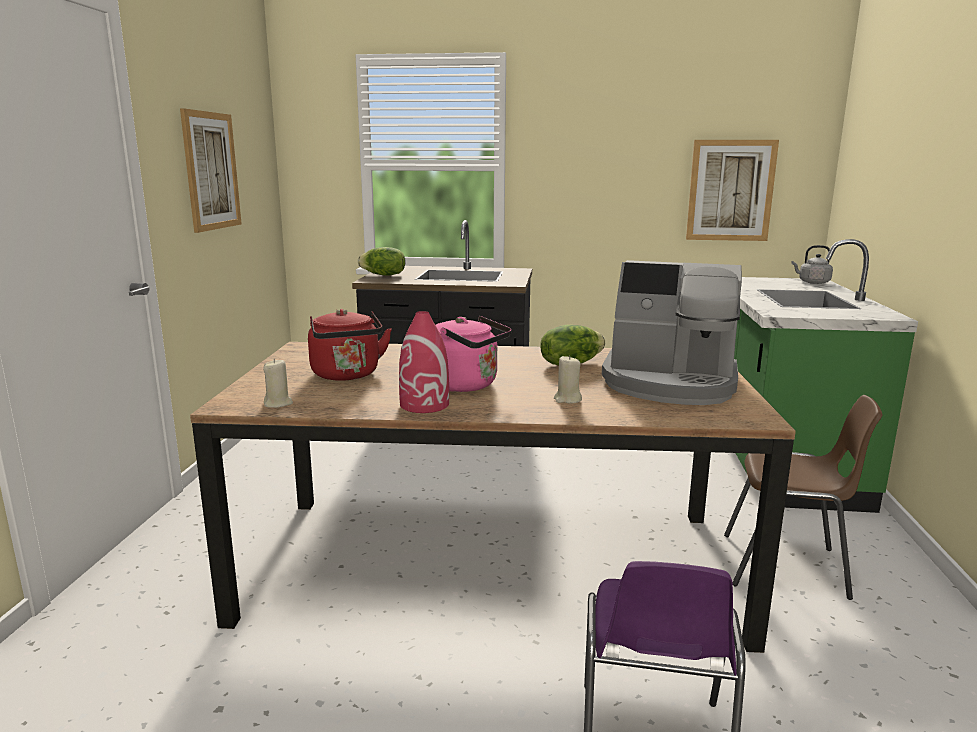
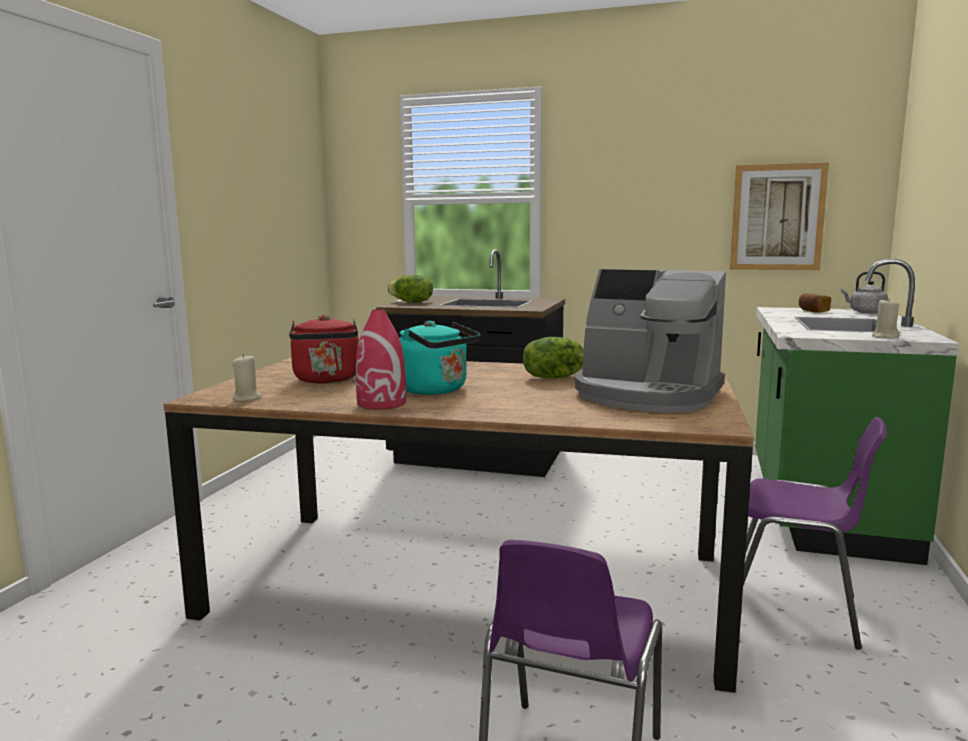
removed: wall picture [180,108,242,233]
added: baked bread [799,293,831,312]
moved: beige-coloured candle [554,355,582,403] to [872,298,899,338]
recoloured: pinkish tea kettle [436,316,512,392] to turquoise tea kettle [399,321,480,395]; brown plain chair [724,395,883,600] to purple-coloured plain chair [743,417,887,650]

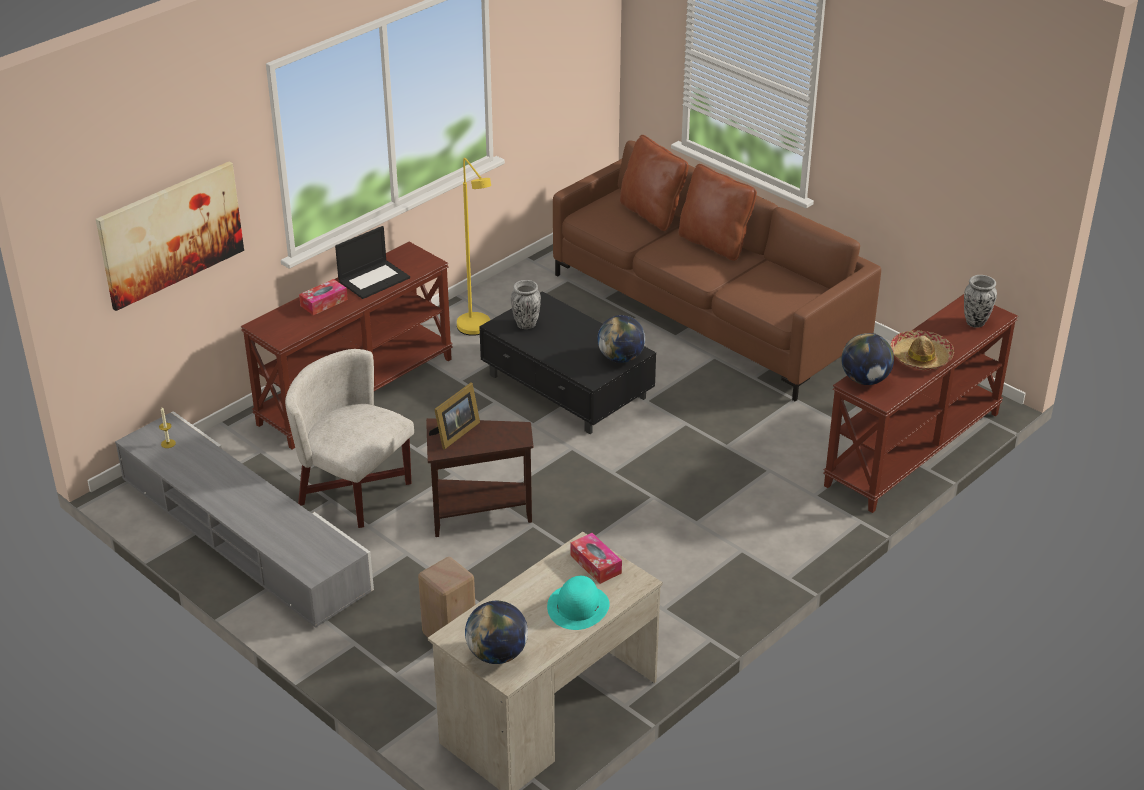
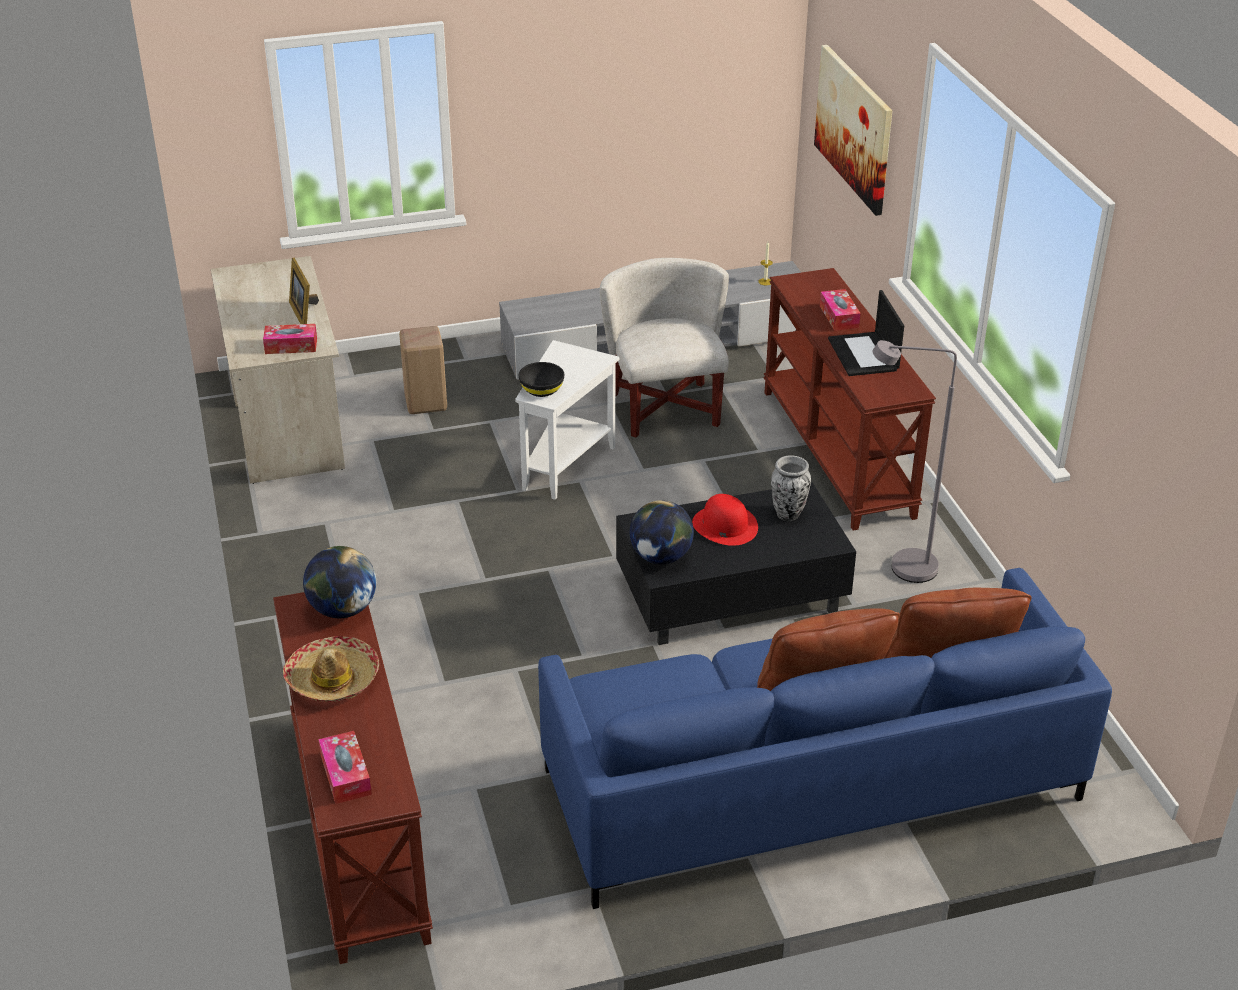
removed: turquoise clothing hat [547,576,610,630]; globe [465,601,528,664]
added: black serving bowl [519,362,564,397]; reddish clothing hat [692,494,758,546]
moved: standing frame [429,383,480,450] to [289,258,319,324]
replaced: decorative vase [964,275,997,328] to box of tissues [318,731,372,804]
recoloured: brown couch [553,140,881,401] to bluish couch [538,568,1112,909]; yellow-coloured standard lamp [457,158,491,336] to gray standard lamp [873,340,957,583]; brown side table [426,418,533,537] to white-coloured side table [515,340,619,500]
turned: white-coloured armchair [285,349,414,528] = [600,258,729,438] 75 degrees counterclockwise

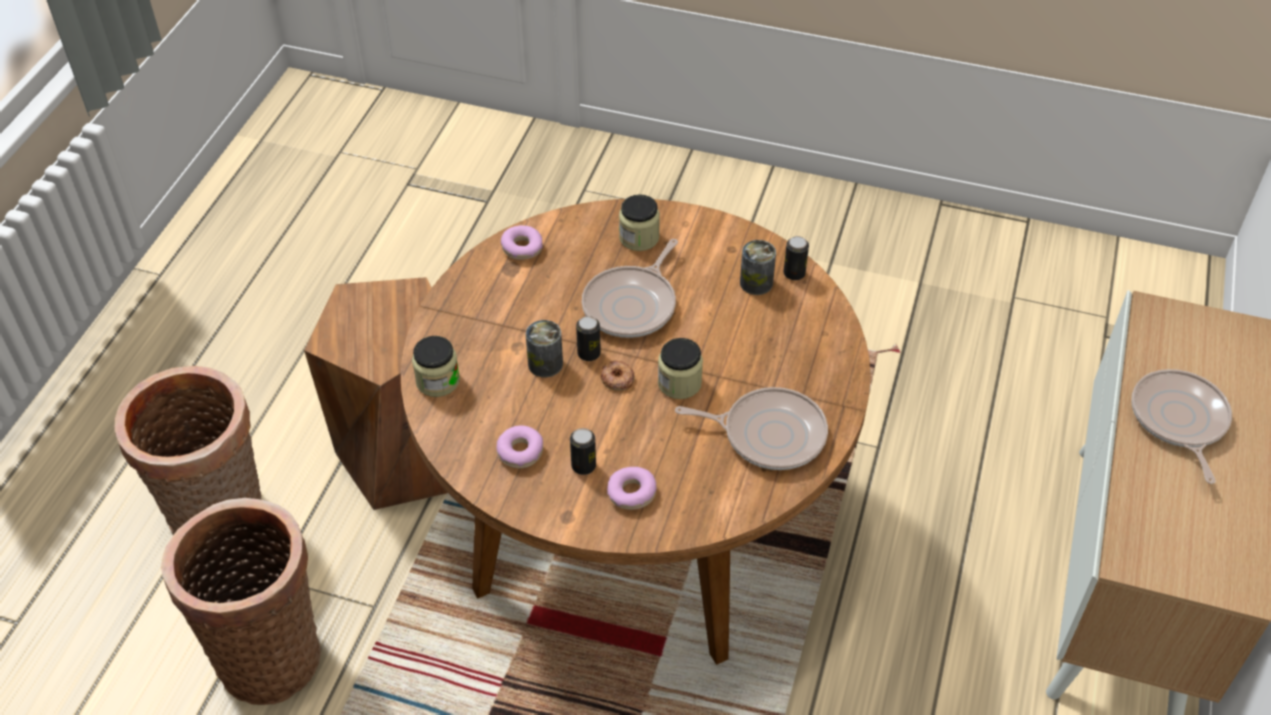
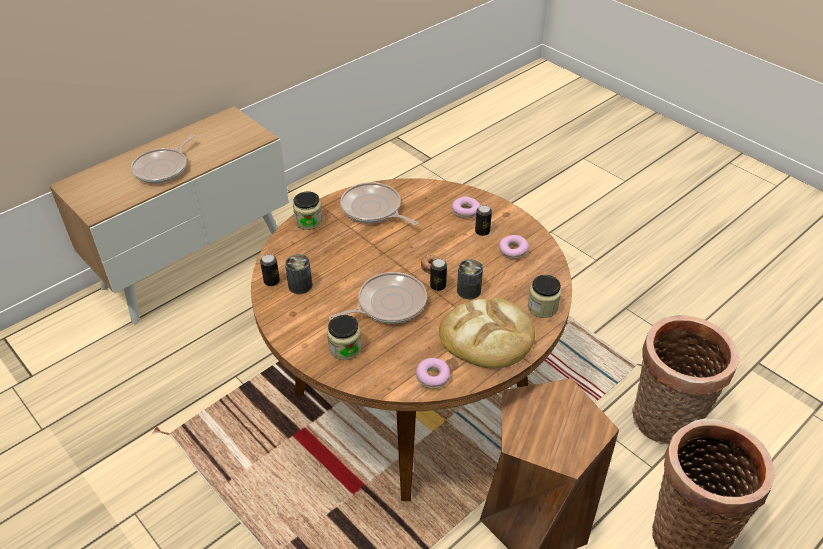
added: baked bread [439,298,535,369]
moved: jar [658,338,703,399] to [293,192,323,230]

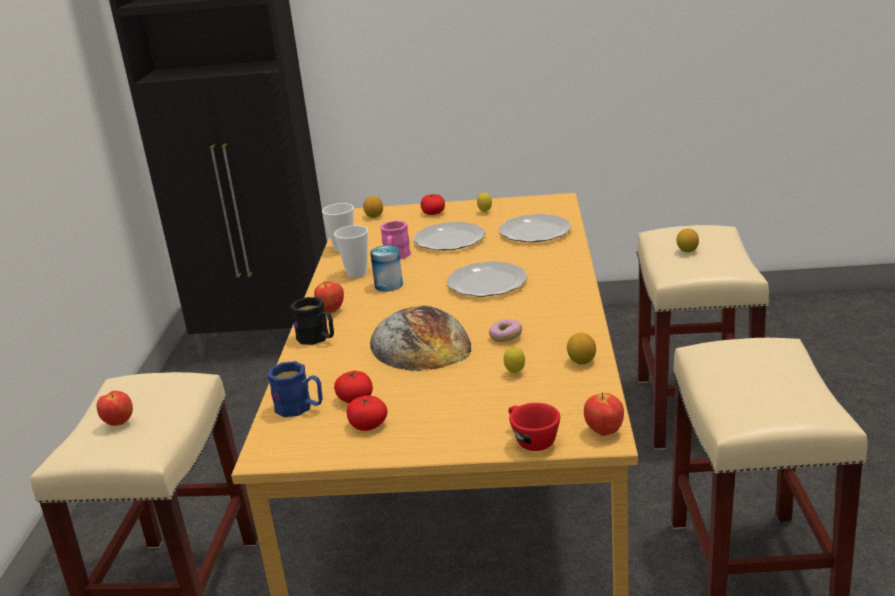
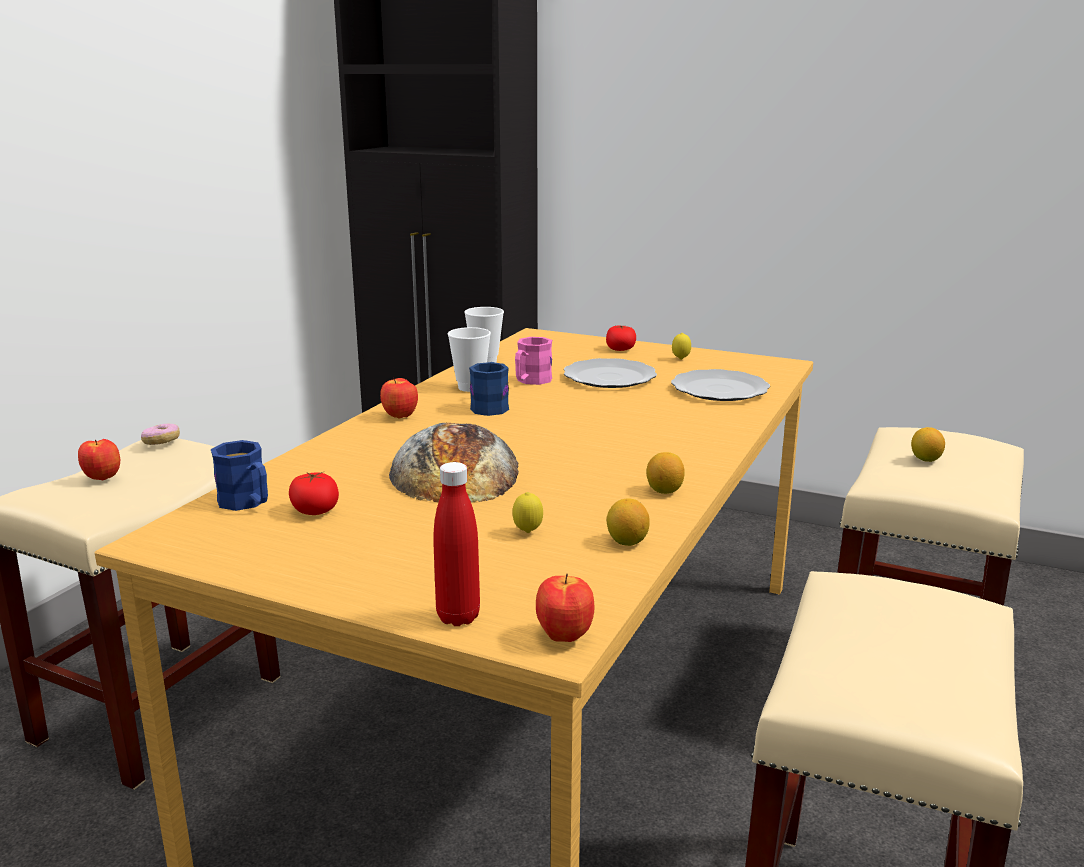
removed: plate [447,262,528,297]; black tea mug [290,297,334,345]; whole tomato [346,395,388,431]
moved: whole lemon [363,196,383,218] to [647,452,685,494]; donut [489,319,522,342] to [141,424,180,445]
replaced: can [370,245,403,292] to bluish tea mug [469,362,509,416]; reddish small cup [508,403,560,451] to reddish beverage bottle [433,462,480,626]

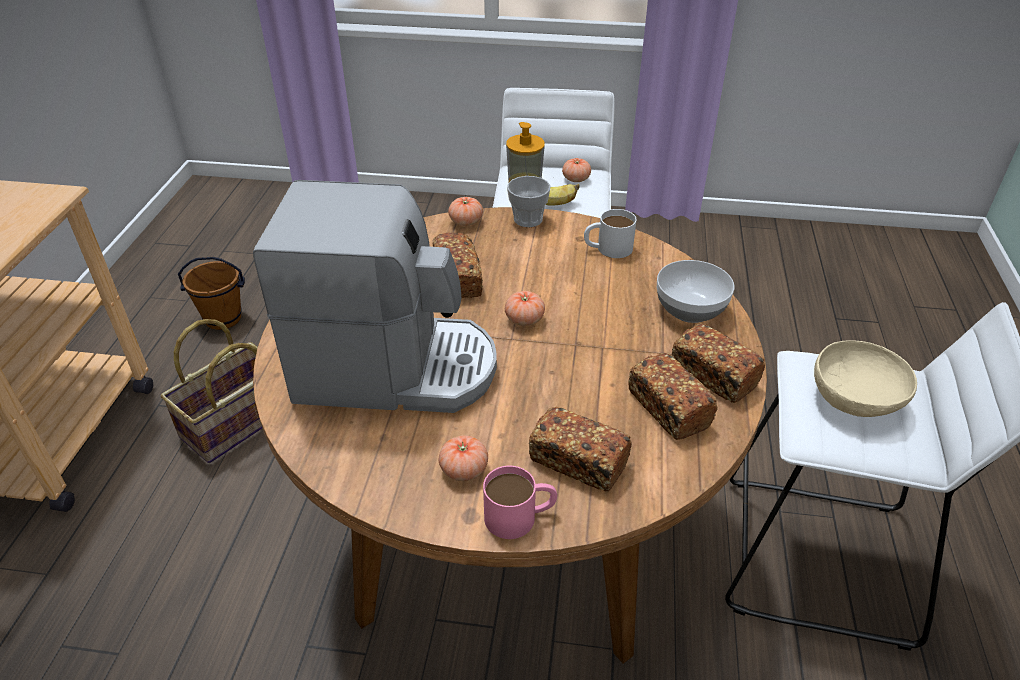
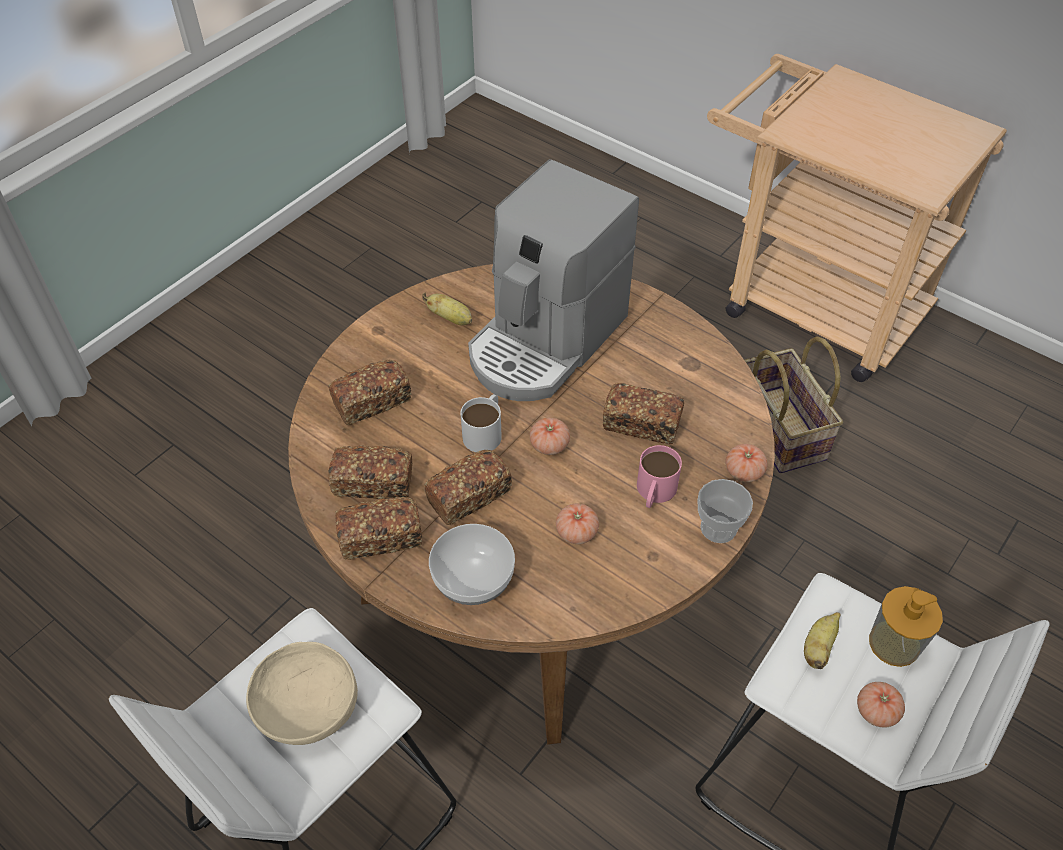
removed: brown pail [178,257,245,330]
added: whole banana [422,293,472,325]; baked bread [424,450,512,525]
moved: white-coloured tea mug [584,209,637,258] to [460,394,502,452]; whole tomato [439,435,488,481] to [556,503,599,544]; pinkish tea mug [483,466,557,539] to [637,445,682,508]

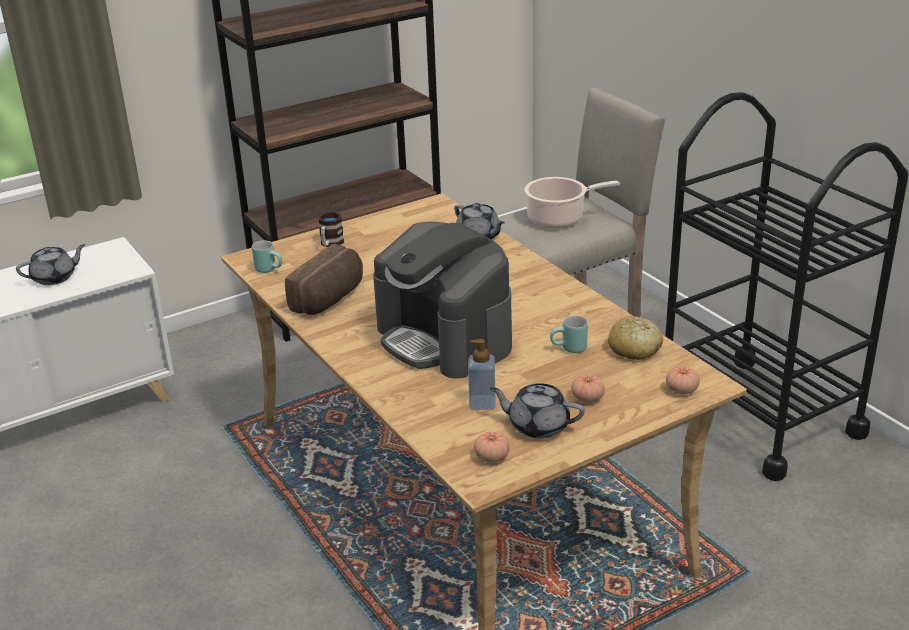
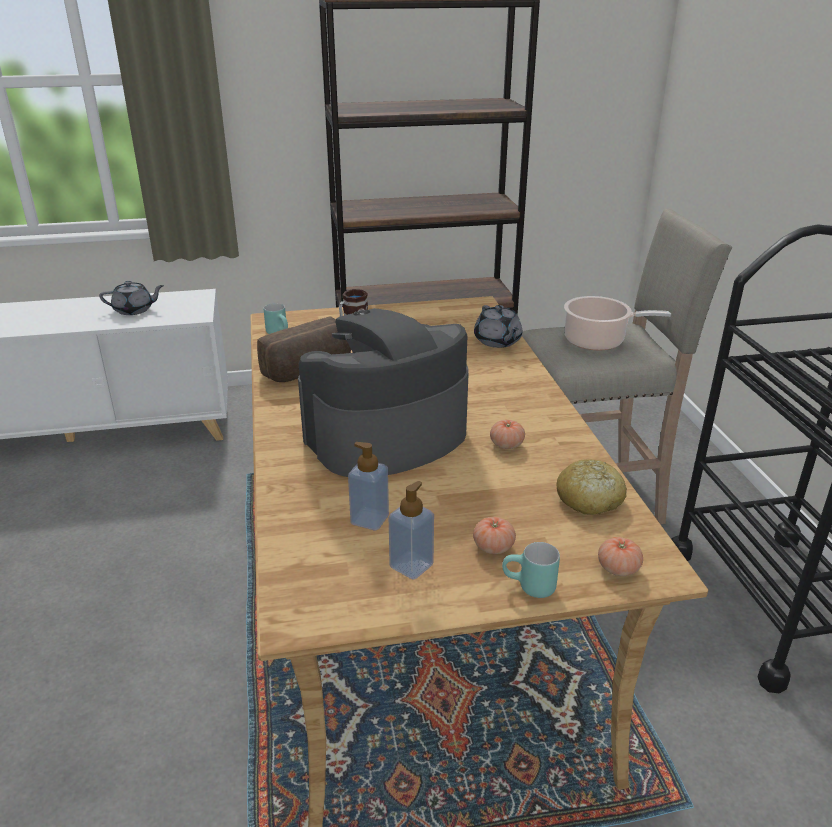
moved: turquoise tea mug [550,316,588,353] to [502,542,560,598]; whole tomato [474,432,510,463] to [490,420,525,449]
replaced: gray tea pot [490,383,585,438] to soap bottle [389,481,434,580]
turned: coffee machine [373,221,512,379] = [298,308,469,477] 75 degrees clockwise

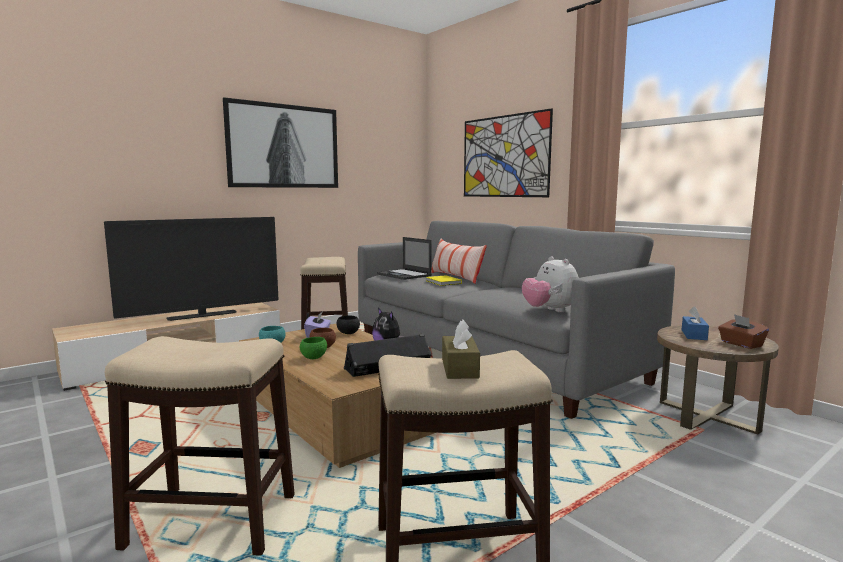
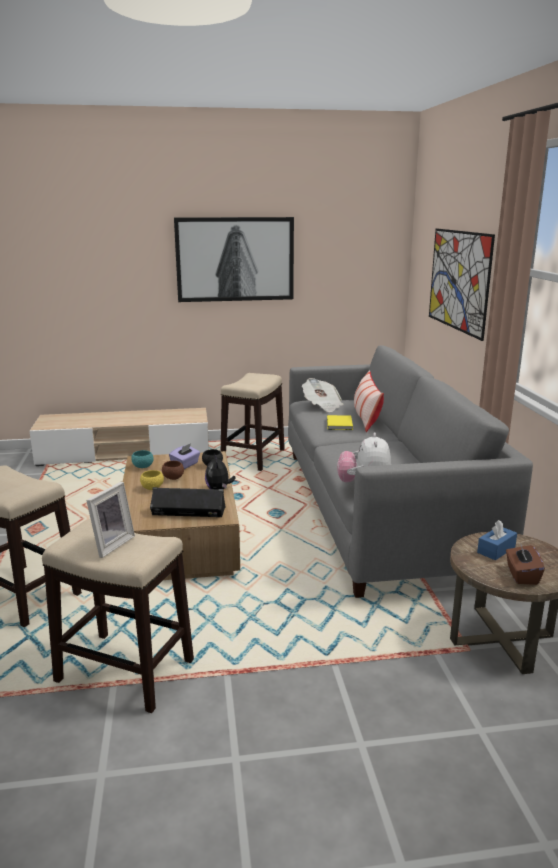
removed: TV set [104,217,279,321]
replaced: portable computer [377,237,432,280] to daily paper [302,378,343,412]; brown box of tissues [442,320,480,379] to standing frame [86,482,135,558]
recoloured: greenish serving bowl [300,337,327,359] to yellow-coloured serving bowl [140,470,164,490]

